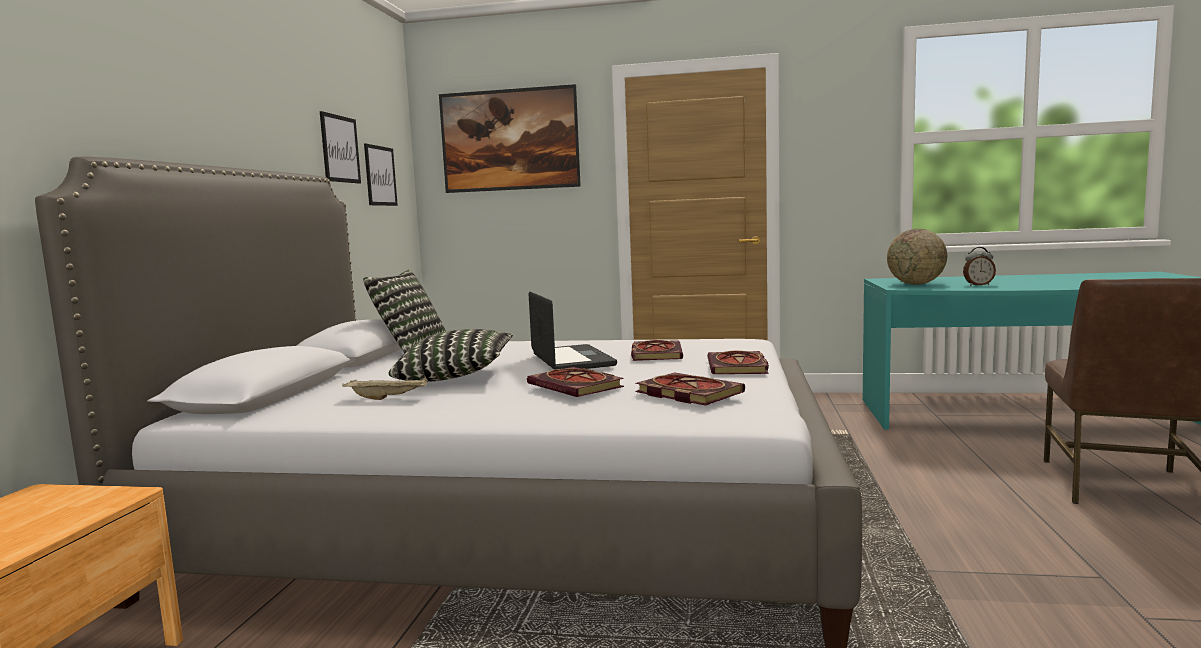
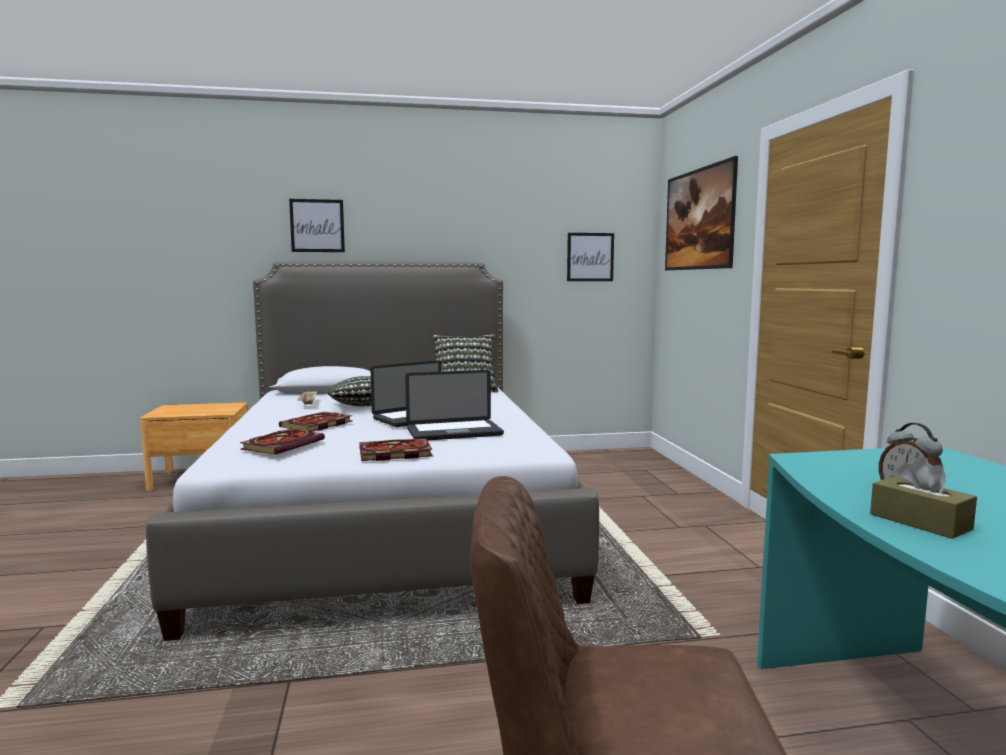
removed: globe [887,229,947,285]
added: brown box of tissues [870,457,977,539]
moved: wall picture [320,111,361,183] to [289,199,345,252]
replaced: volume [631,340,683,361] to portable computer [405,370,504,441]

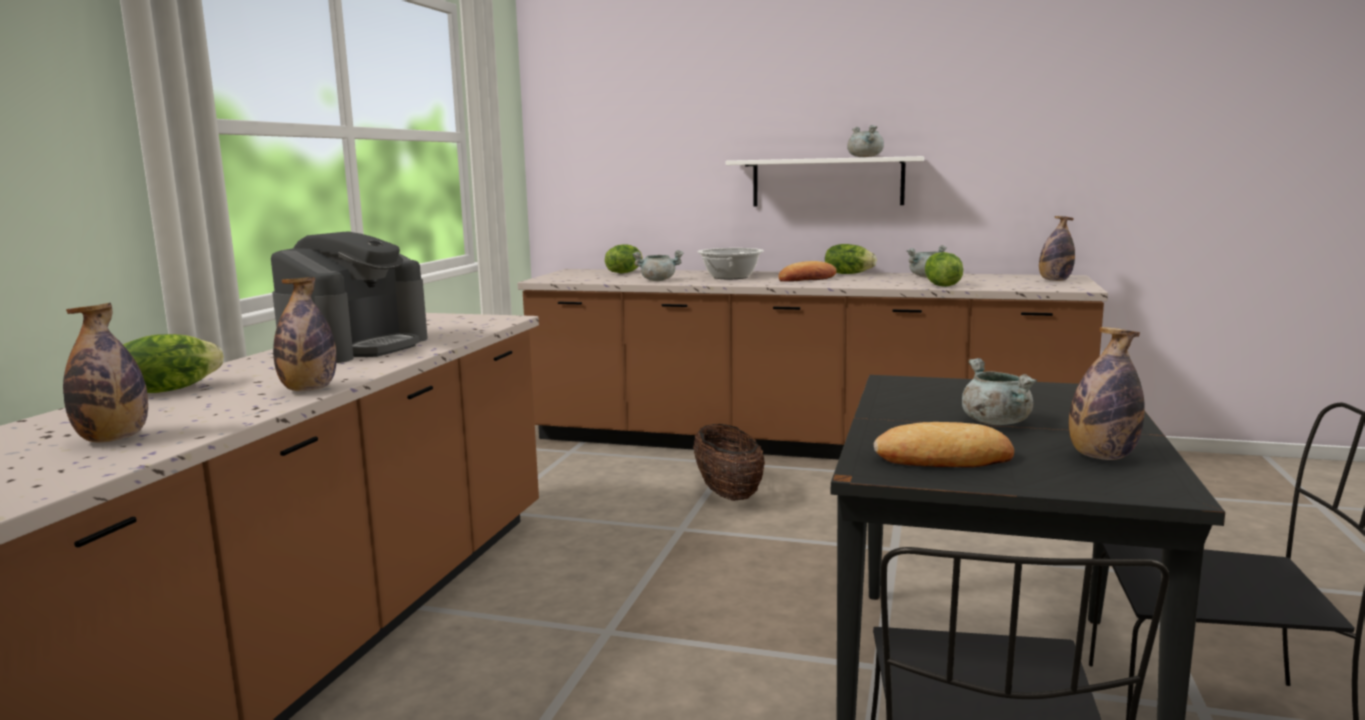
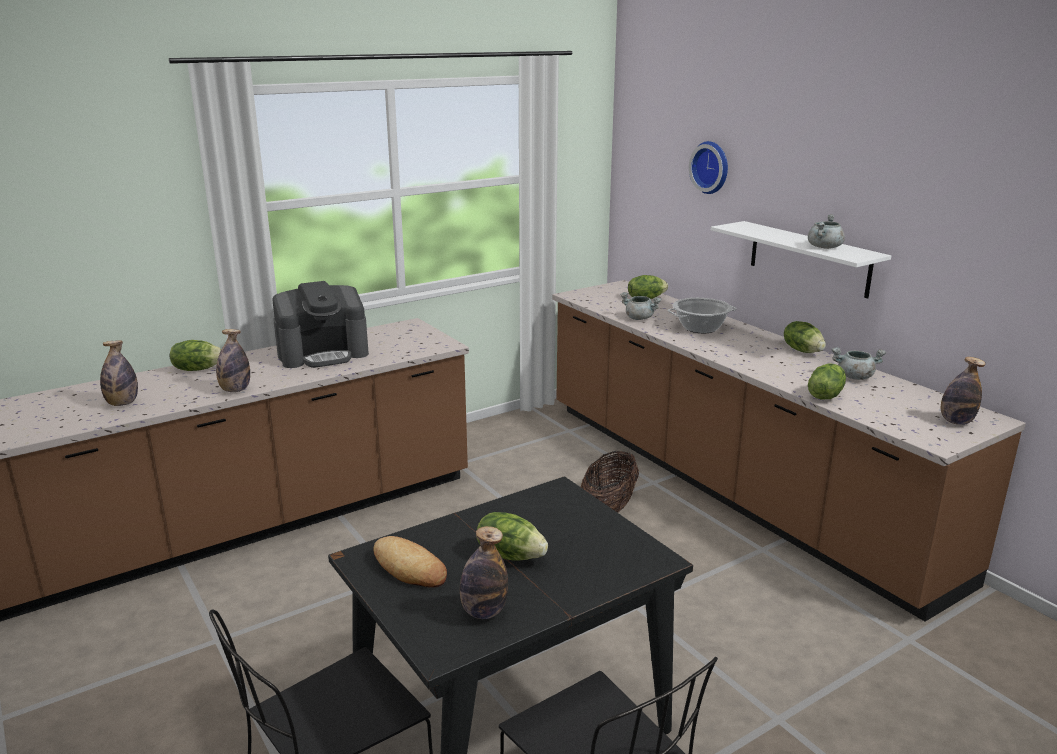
removed: baked bread [779,261,837,282]
added: wall clock [689,141,728,194]
replaced: gray stockpot [962,358,1037,425] to lettuce [476,512,548,561]

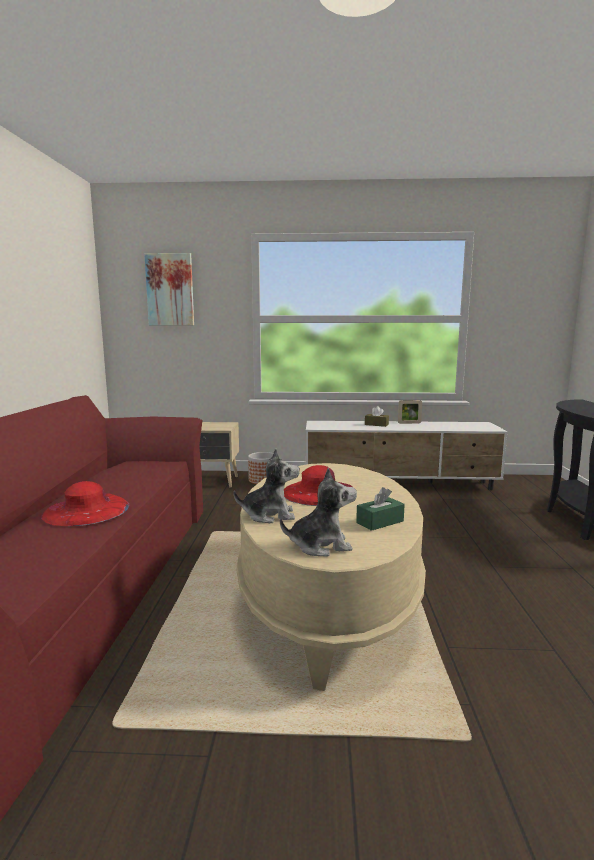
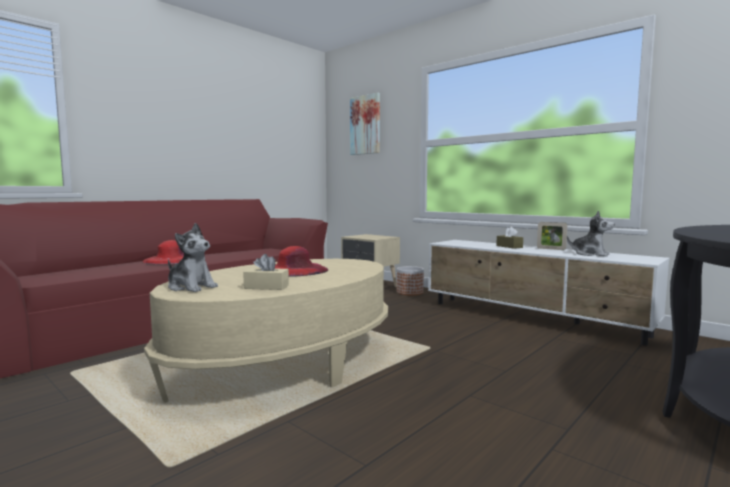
moved: plush toy [233,448,300,523] to [567,210,614,257]
recoloured: greenish box of tissues [356,487,405,531] to beige-coloured box of tissues [243,254,289,290]

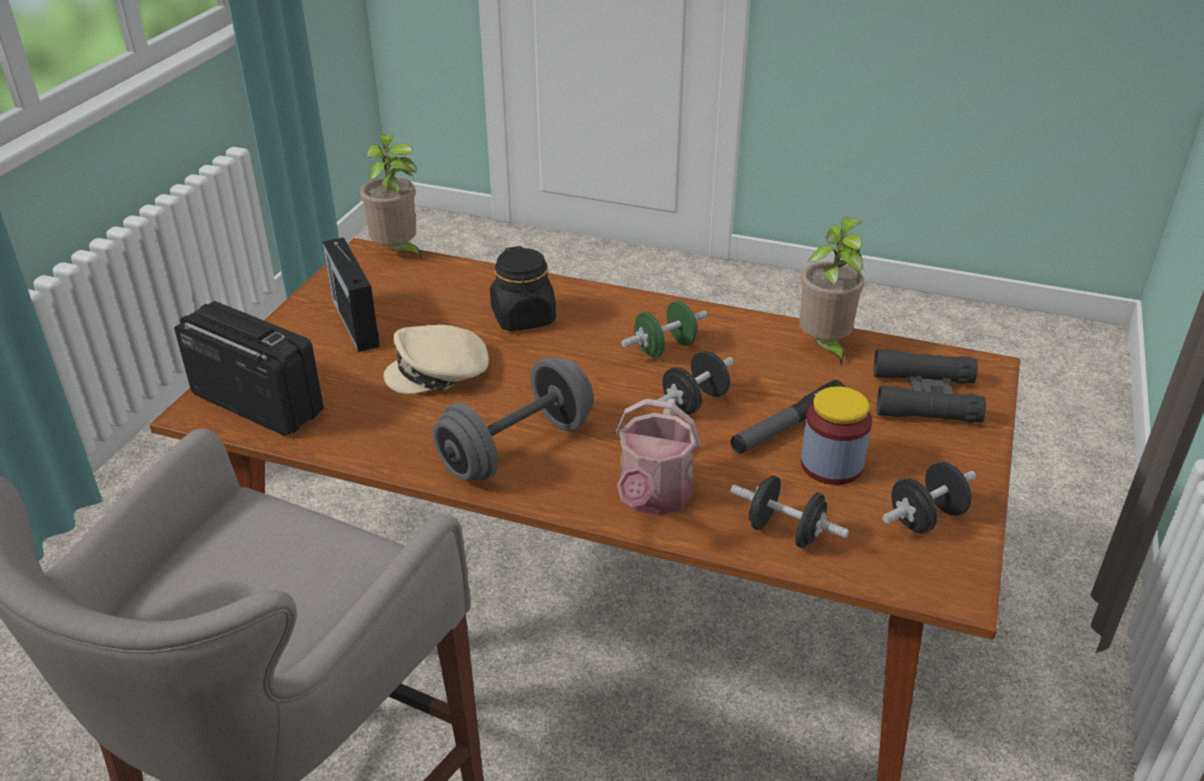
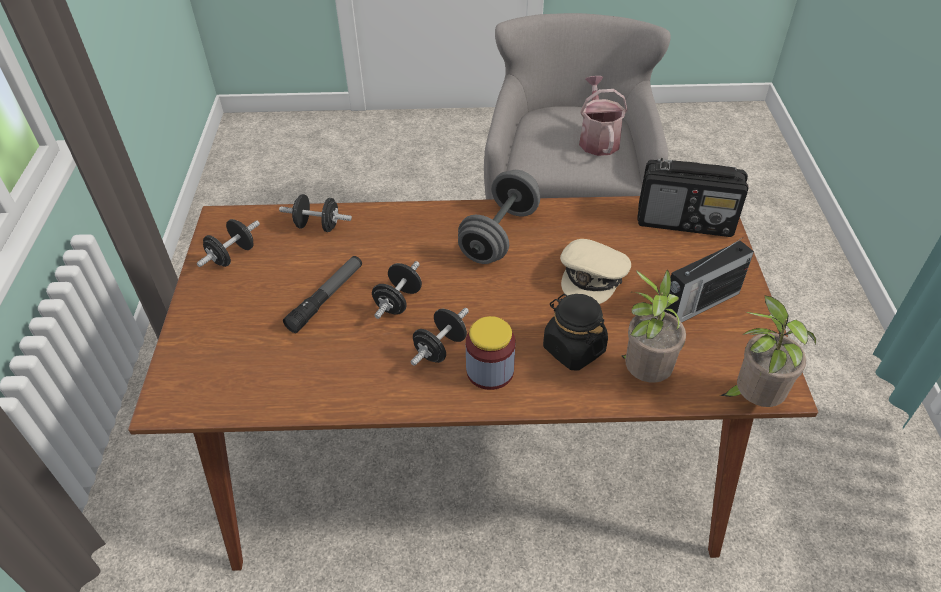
removed: black field glasses [873,348,986,423]
moved: houseplant [800,217,866,366] to [621,270,686,383]; jar [801,386,872,485] to [466,316,515,390]; watering pot [615,398,701,515] to [579,76,628,156]
recoloured: greenish hand weight [621,301,708,358] to black hand weight [410,308,469,366]
turned: radio set [323,237,380,352] = [664,237,754,323] 105 degrees clockwise; beige-coloured peaked cap [384,325,489,394] = [560,239,631,304] 150 degrees clockwise

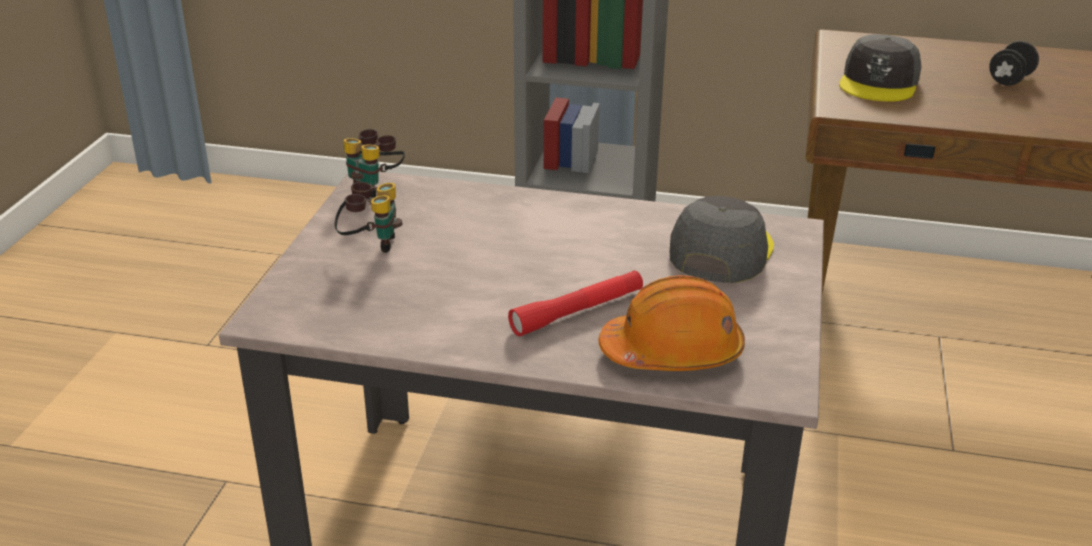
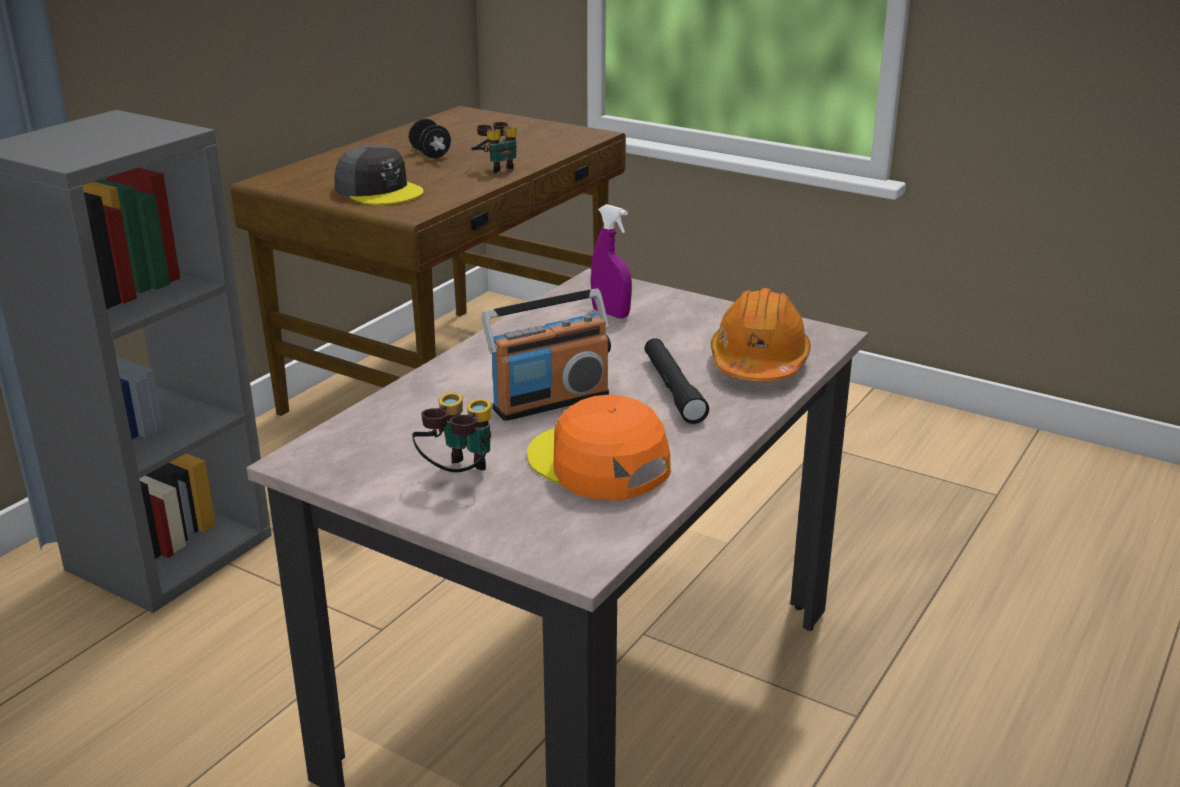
added: radio set [481,288,611,421]; orange peaked cap [527,394,671,501]
moved: field glasses [343,129,405,198] to [471,122,517,173]
replaced: gray peaked cap [670,196,774,283] to purple-coloured spray bottle [591,204,632,318]
recoloured: reddish flashlight [508,270,643,336] to black flashlight [645,338,709,424]

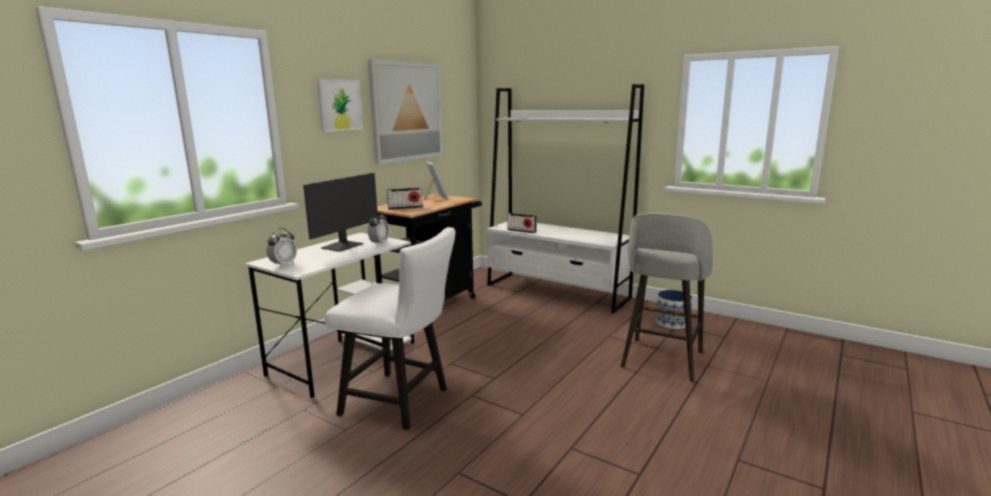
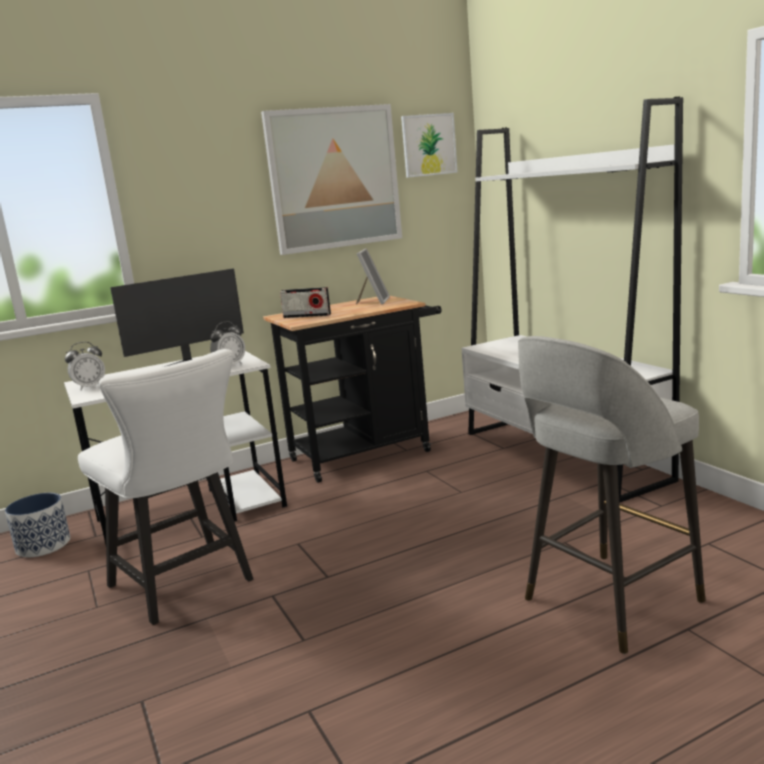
removed: radio set [507,213,536,233]
moved: wall picture [317,79,363,132] to [401,113,458,178]; plant pot [656,290,692,329] to [5,493,70,557]

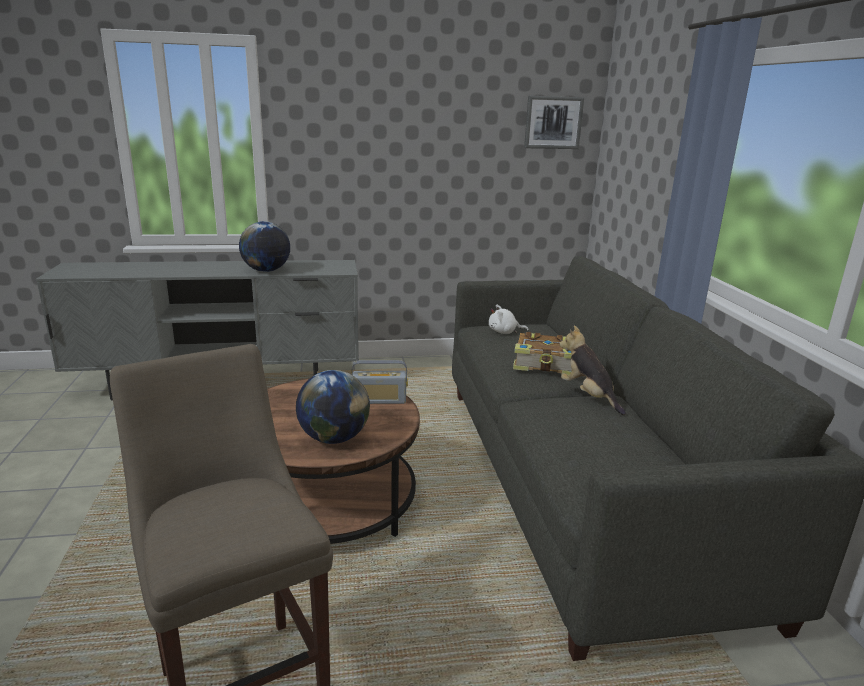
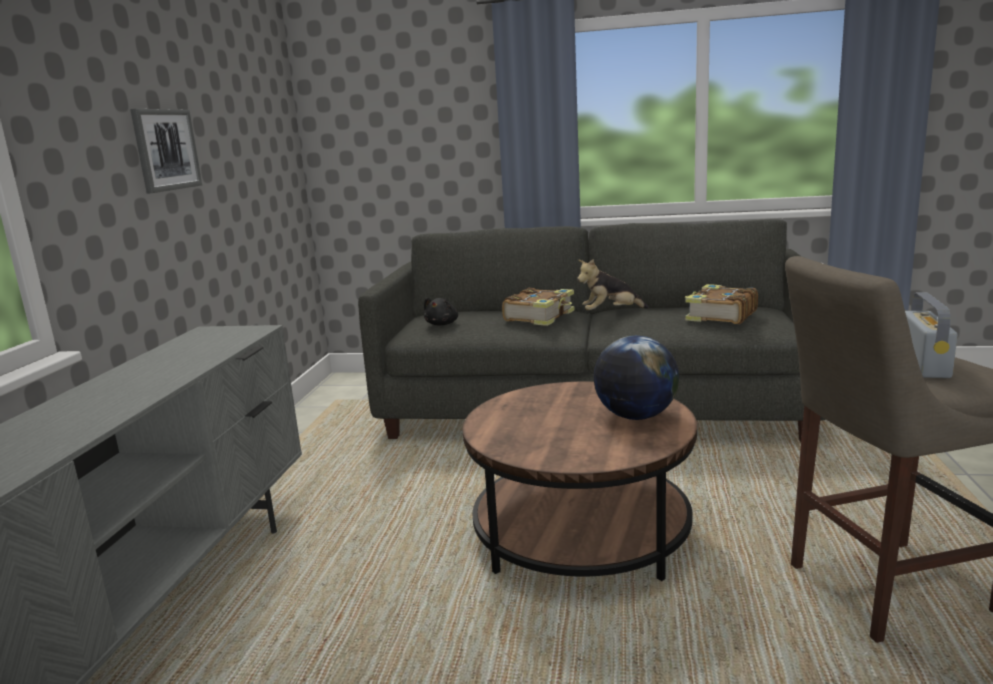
removed: globe [239,221,290,272]
added: volume [685,284,758,324]
moved: wall picture [524,96,584,149] to [130,109,202,194]; radio set [351,360,408,404] to [905,292,958,378]
recoloured: white-coloured plush toy [489,305,528,334] to black plush toy [424,298,458,325]

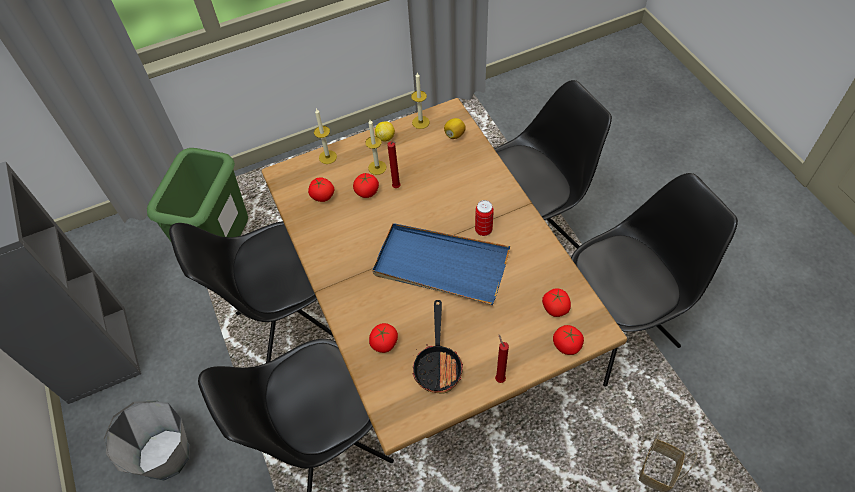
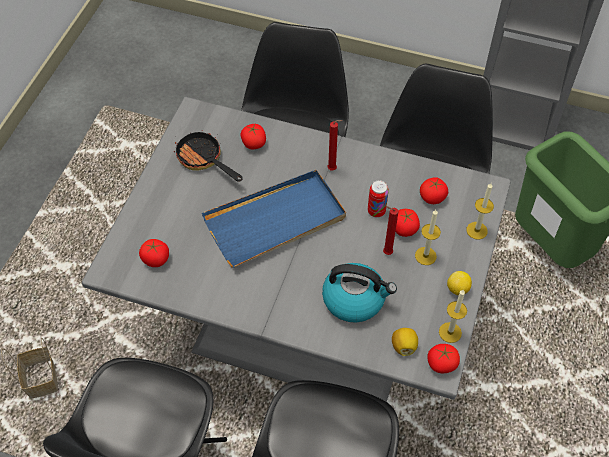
removed: gray pail [104,400,190,480]
added: tea kettle [322,263,397,323]
moved: can [475,200,494,236] to [368,180,389,218]; whole tomato [553,325,584,355] to [427,344,460,373]; reddish candle [495,335,509,383] to [327,120,343,170]
recoloured: brown dinner table [262,98,627,455] to gray dinner table [82,97,510,402]

